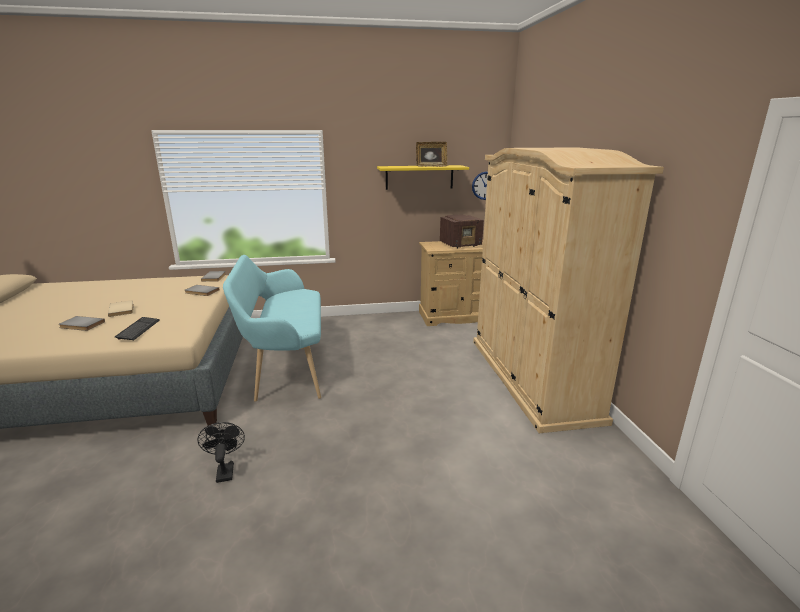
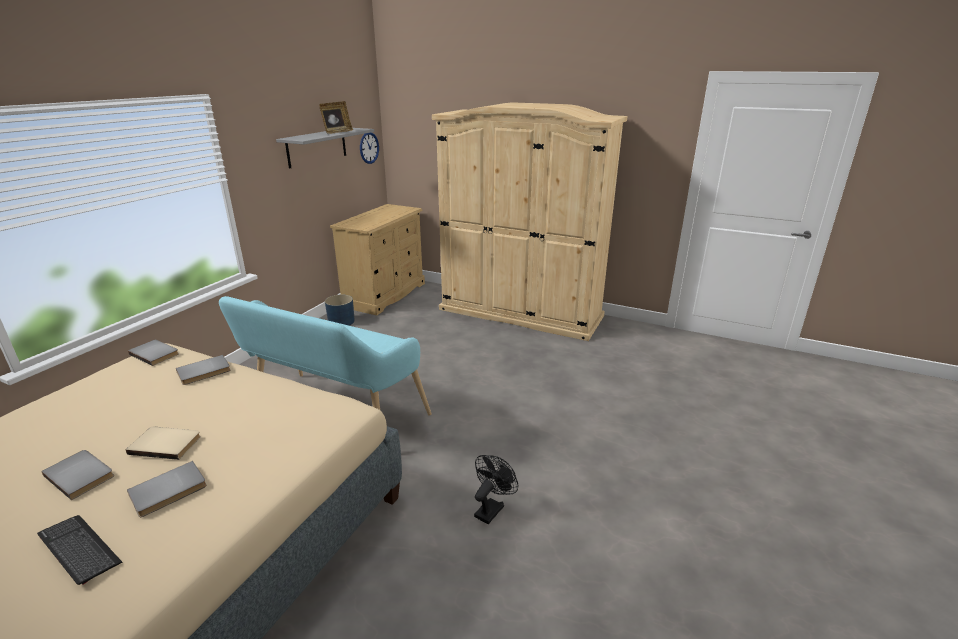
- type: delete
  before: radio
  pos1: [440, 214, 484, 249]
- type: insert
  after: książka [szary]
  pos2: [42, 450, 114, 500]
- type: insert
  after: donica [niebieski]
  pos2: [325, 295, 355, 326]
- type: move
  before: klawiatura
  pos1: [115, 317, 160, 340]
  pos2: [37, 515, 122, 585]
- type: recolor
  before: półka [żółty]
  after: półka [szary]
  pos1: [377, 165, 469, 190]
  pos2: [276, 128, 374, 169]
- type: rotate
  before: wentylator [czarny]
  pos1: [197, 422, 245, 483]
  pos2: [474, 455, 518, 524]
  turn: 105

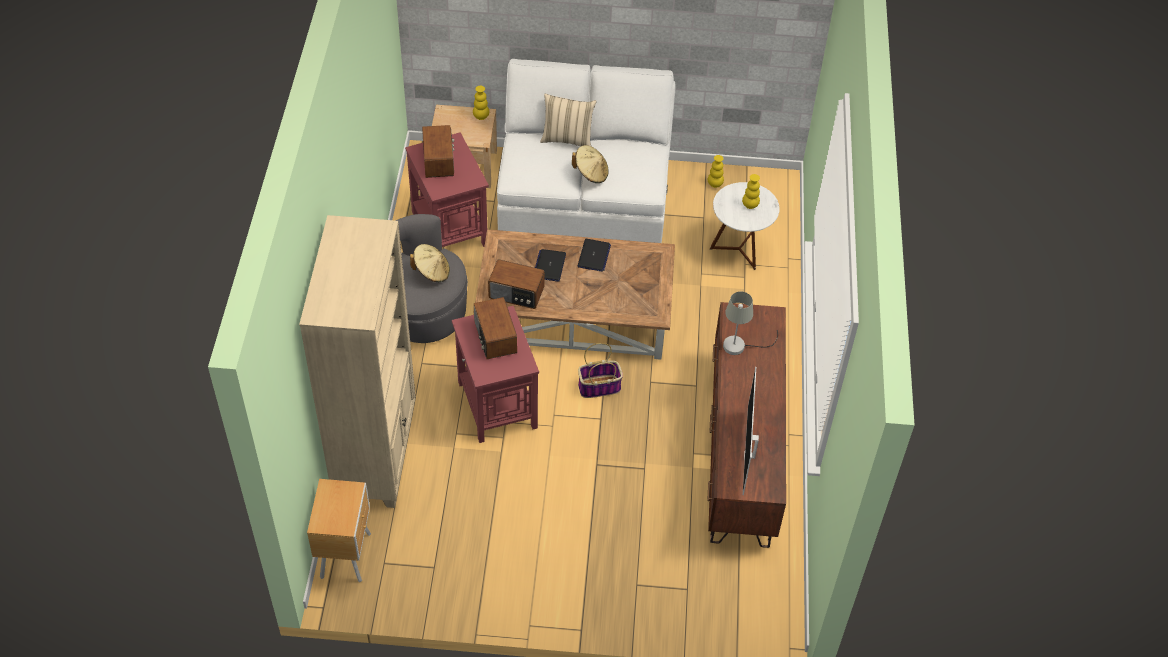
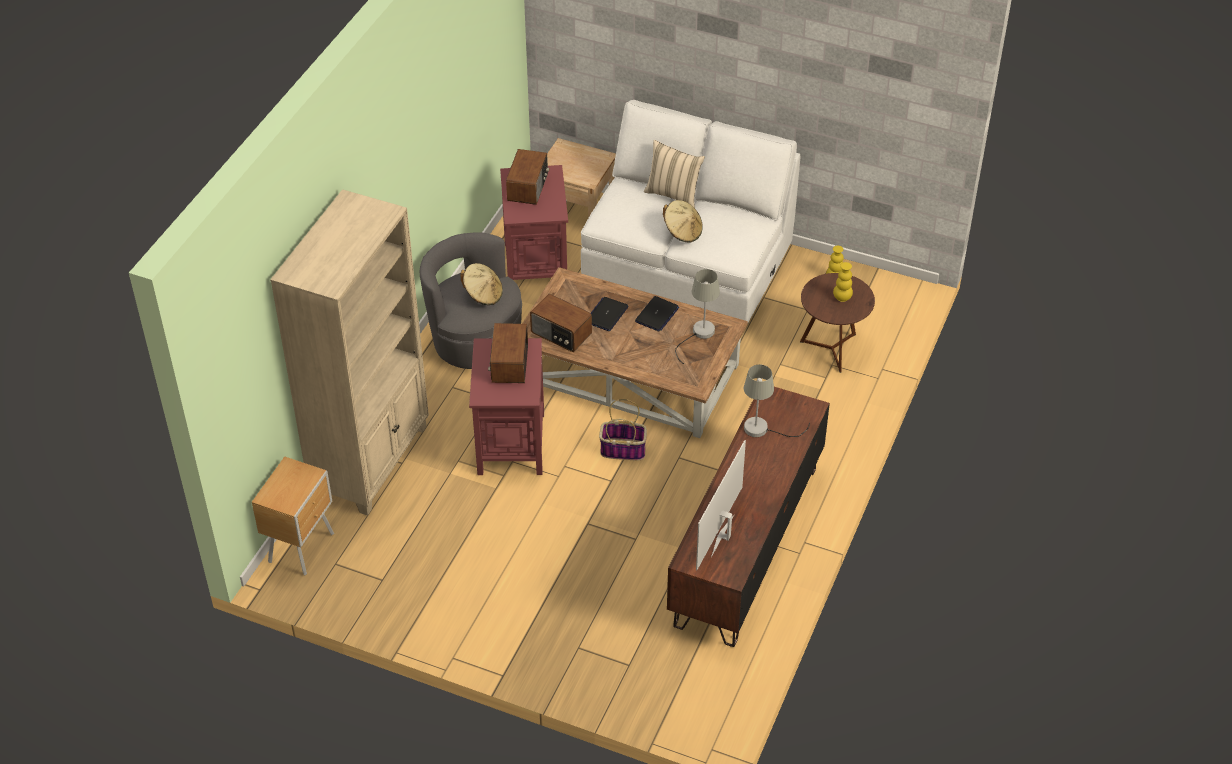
- type: delete
  before: wazon [żółty]
  pos1: [473, 86, 489, 120]
- type: insert
  after: lampa stołowa [szary]
  pos2: [675, 269, 720, 364]
- type: recolor
  before: stolik [biały]
  after: stolik [brązowy]
  pos1: [710, 182, 780, 270]
  pos2: [800, 273, 875, 373]

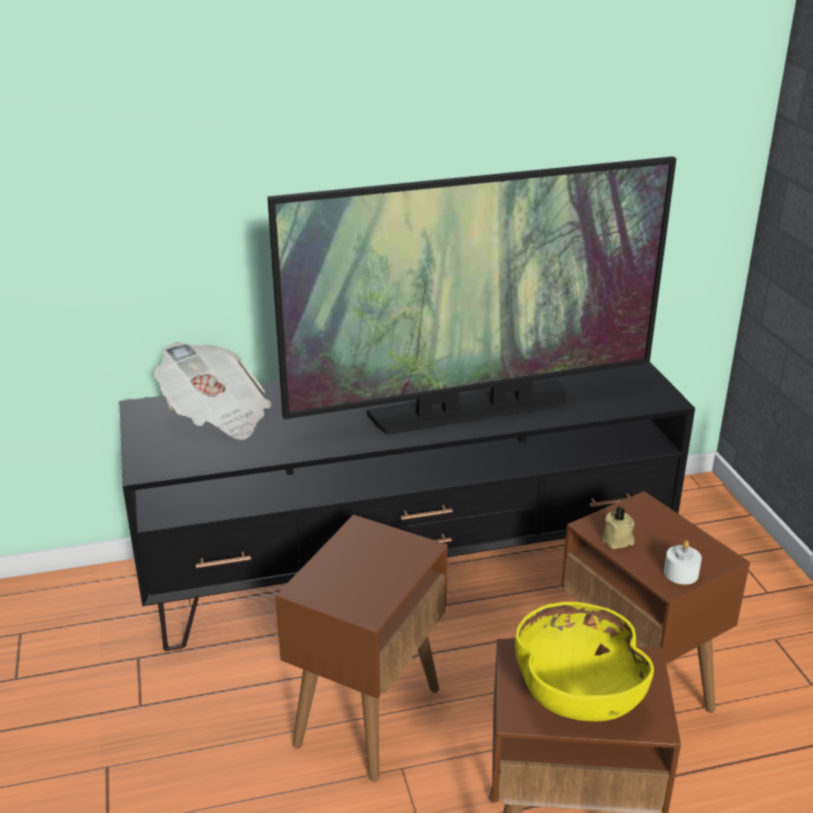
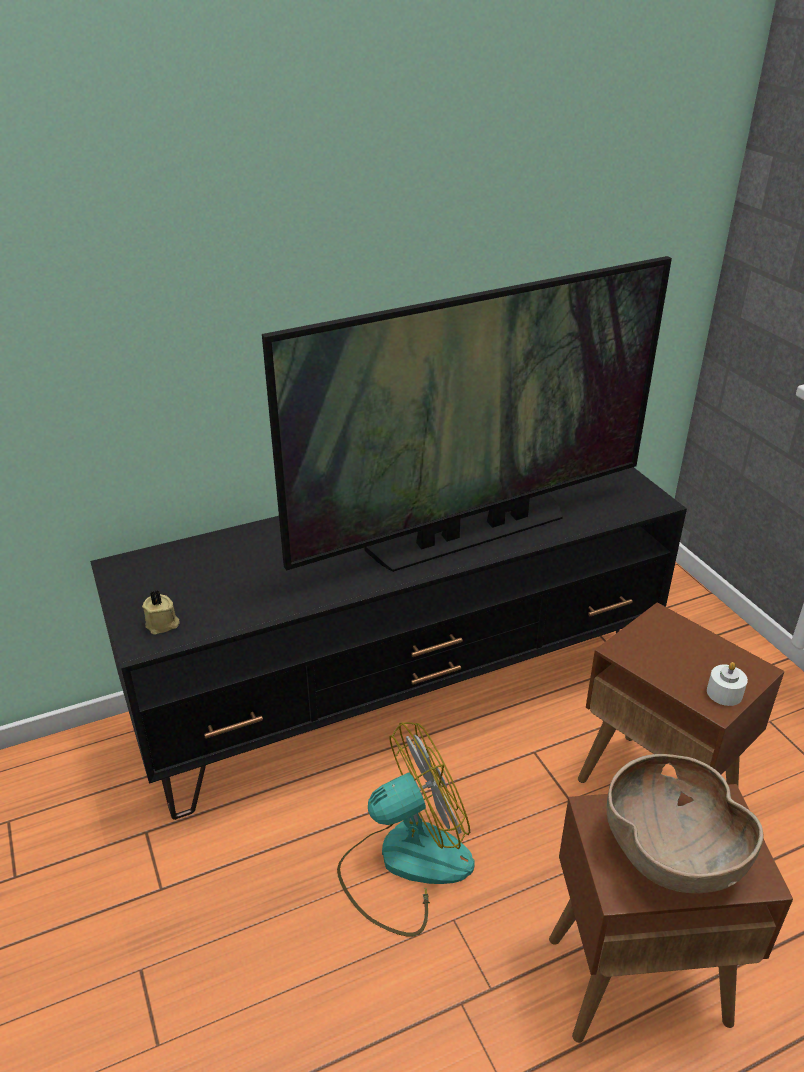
- type: delete
  before: gazeta
  pos1: [154, 342, 272, 440]
- type: move
  before: świeca [beżowy]
  pos1: [602, 506, 635, 549]
  pos2: [142, 590, 180, 635]
- type: replace
  before: stolik [brązowy]
  after: wentylator
  pos1: [275, 515, 448, 782]
  pos2: [337, 722, 474, 936]
- type: recolor
  before: miska [żółty]
  after: miska [brązowy]
  pos1: [515, 602, 654, 721]
  pos2: [607, 754, 764, 893]

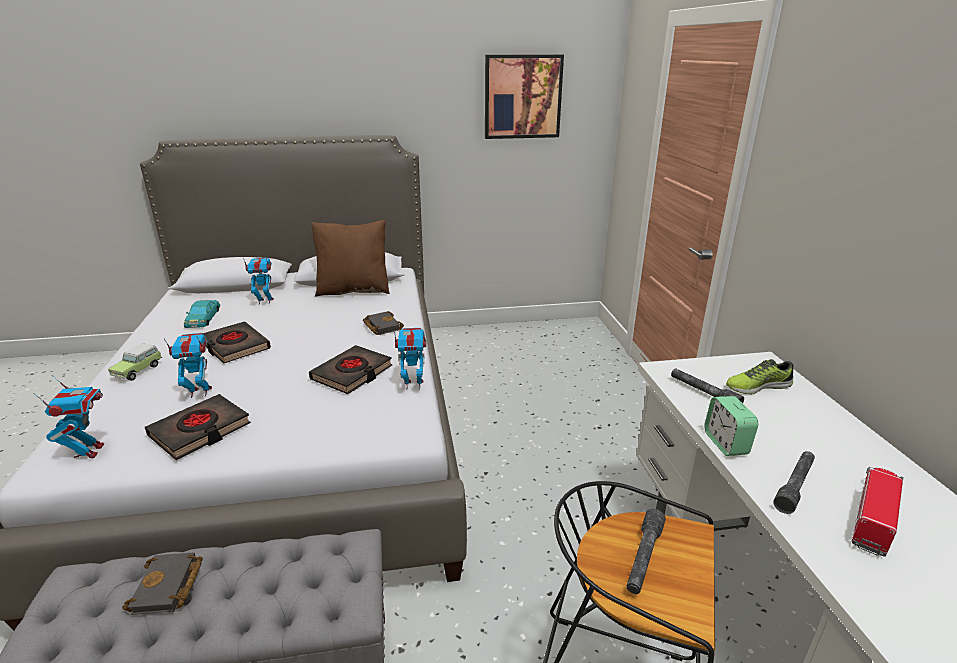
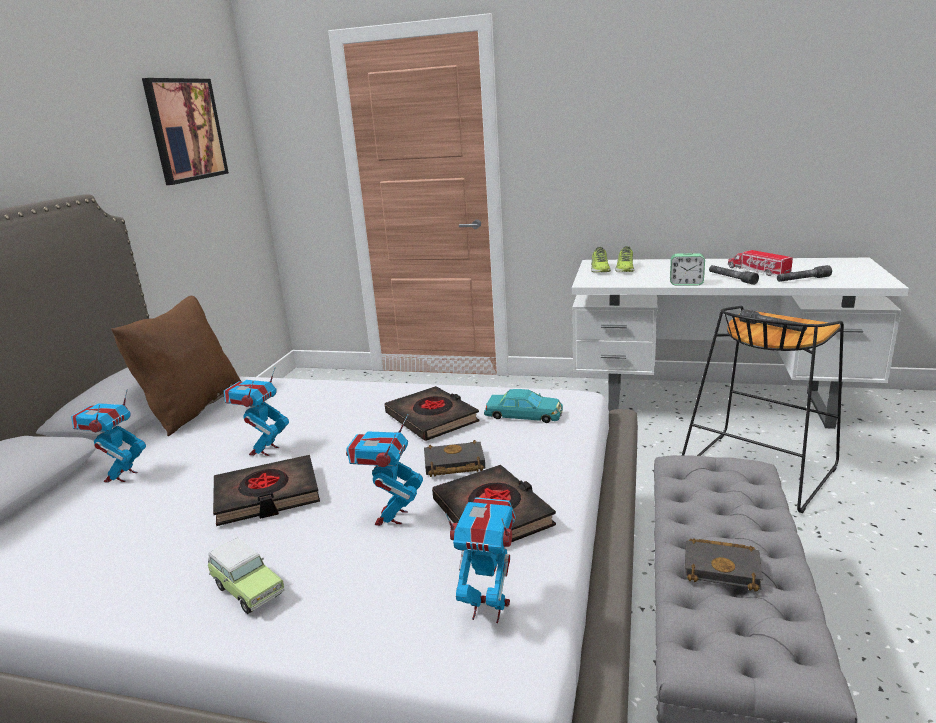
- type: insert
  after: but
  pos2: [591, 247, 611, 272]
- type: move
  before: samochodzik [turkusowy]
  pos1: [184, 300, 220, 328]
  pos2: [484, 389, 563, 423]
- type: move
  before: książka [czarny]
  pos1: [363, 311, 404, 335]
  pos2: [424, 440, 485, 477]
- type: move
  before: robot zabawkowy
  pos1: [394, 328, 426, 390]
  pos2: [224, 367, 289, 456]
- type: move
  before: latarka [szary]
  pos1: [671, 368, 744, 403]
  pos2: [777, 265, 832, 282]

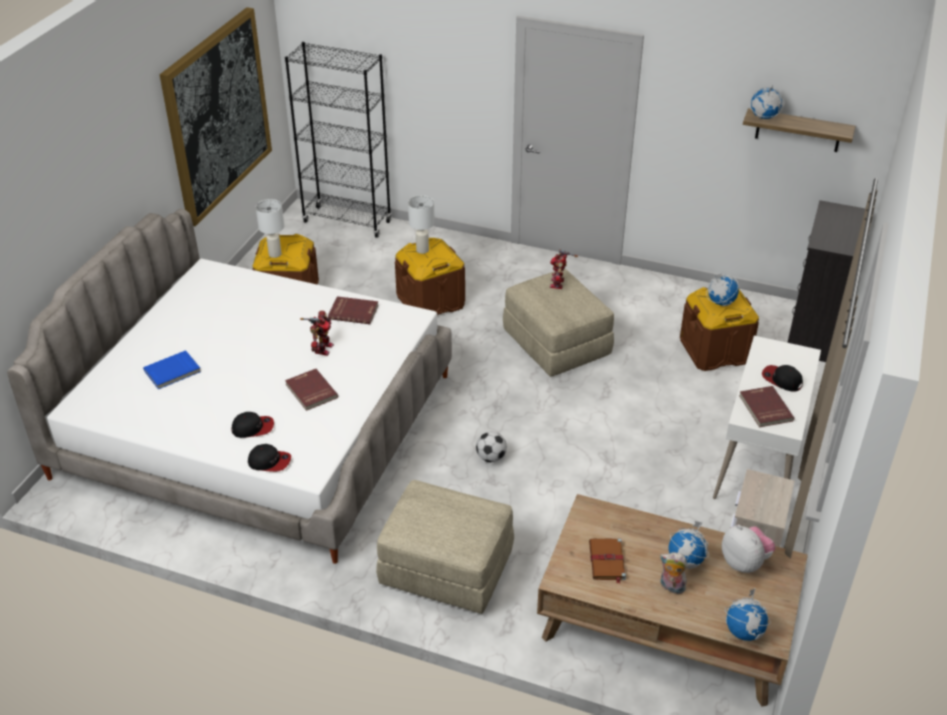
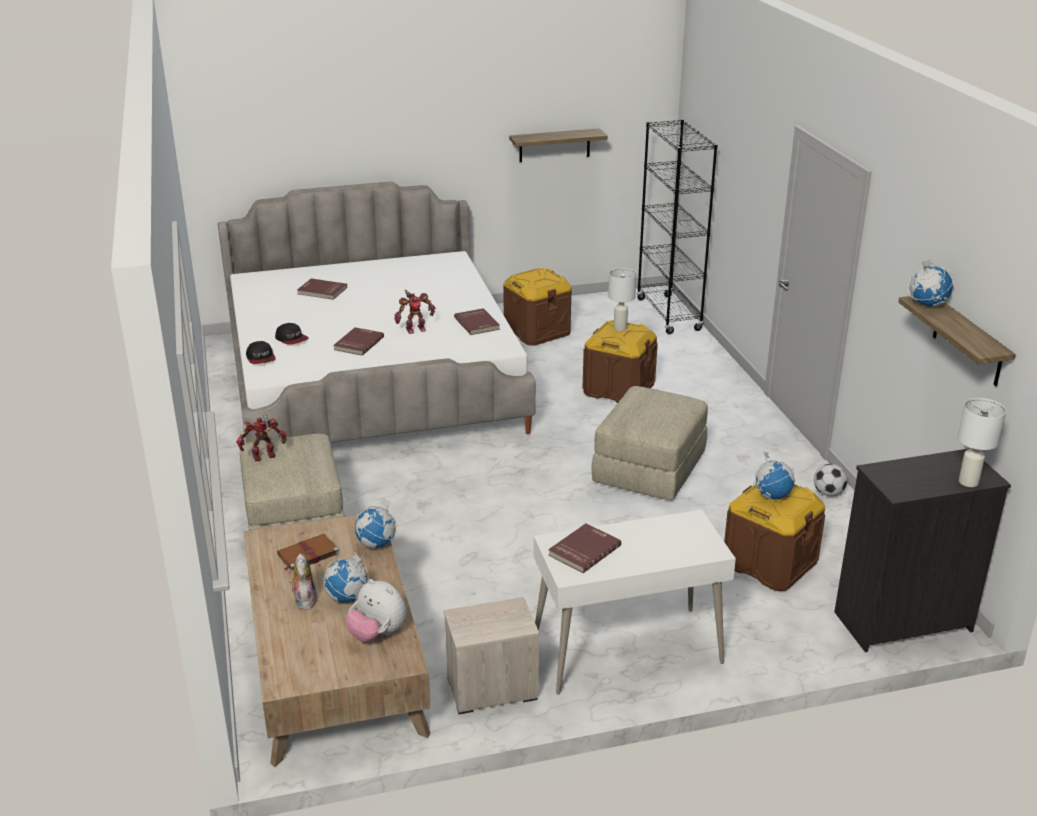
- type: delete
  before: czapka z daszkiem
  pos1: [762, 365, 803, 392]
- type: move
  before: lampa stołowa [biały]
  pos1: [256, 199, 284, 258]
  pos2: [957, 398, 1006, 487]
- type: move
  before: piłka futbolowa
  pos1: [476, 431, 507, 462]
  pos2: [814, 464, 847, 496]
- type: move
  before: robot zabawkowy
  pos1: [550, 250, 578, 289]
  pos2: [236, 414, 287, 462]
- type: move
  before: globus
  pos1: [725, 588, 771, 641]
  pos2: [355, 498, 397, 549]
- type: replace
  before: obraz
  after: półka
  pos1: [160, 7, 272, 226]
  pos2: [509, 128, 608, 162]
- type: recolor
  before: książka [niebieski]
  after: książka [czerwony]
  pos1: [143, 350, 201, 389]
  pos2: [297, 278, 347, 300]
- type: rotate
  before: pluszak
  pos1: [722, 525, 775, 573]
  pos2: [345, 579, 407, 642]
  turn: 105

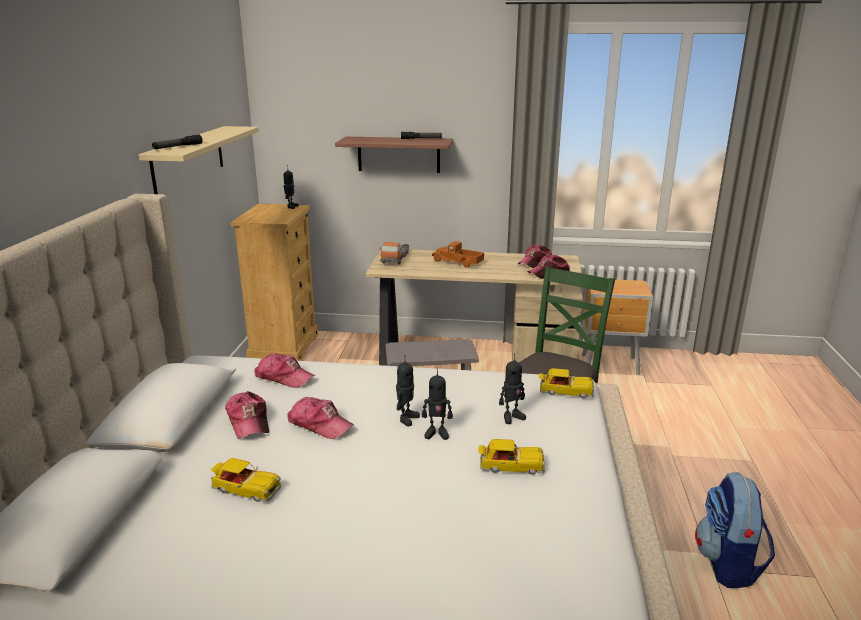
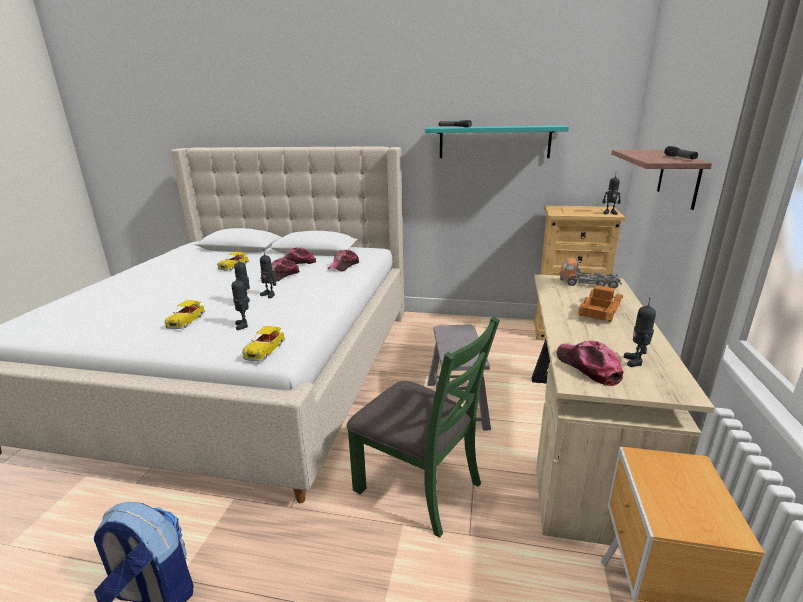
- type: replace
  before: czapka z daszkiem
  after: robot zabawkowy
  pos1: [518, 245, 552, 268]
  pos2: [624, 298, 656, 367]
- type: recolor
  before: półka [beżowy]
  after: półka [turkusowy]
  pos1: [139, 126, 259, 194]
  pos2: [425, 126, 569, 158]

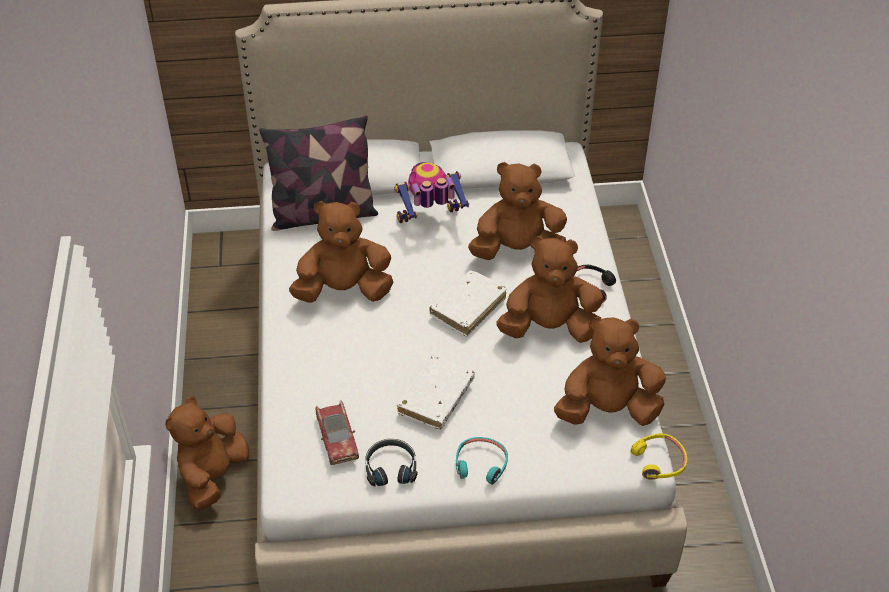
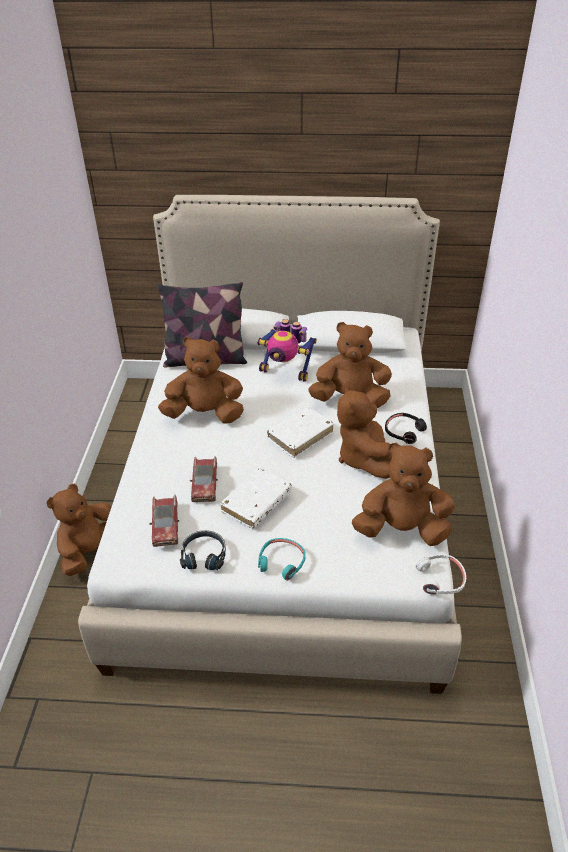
- type: insert
  after: samochodzik
  pos2: [190, 456, 218, 502]
- type: recolor
  before: słuchawki [żółty]
  after: słuchawki [biały]
  pos1: [630, 433, 687, 480]
  pos2: [416, 554, 466, 595]
- type: rotate
  before: robot zabawkowy
  pos1: [394, 162, 469, 223]
  pos2: [257, 319, 317, 382]
  turn: -150
- type: rotate
  before: pluszak [brązowy]
  pos1: [497, 236, 603, 343]
  pos2: [337, 385, 391, 479]
  turn: -105

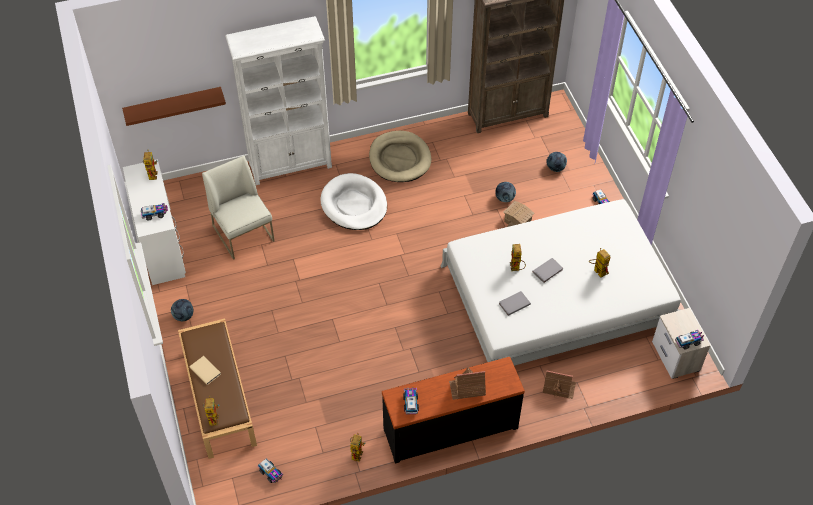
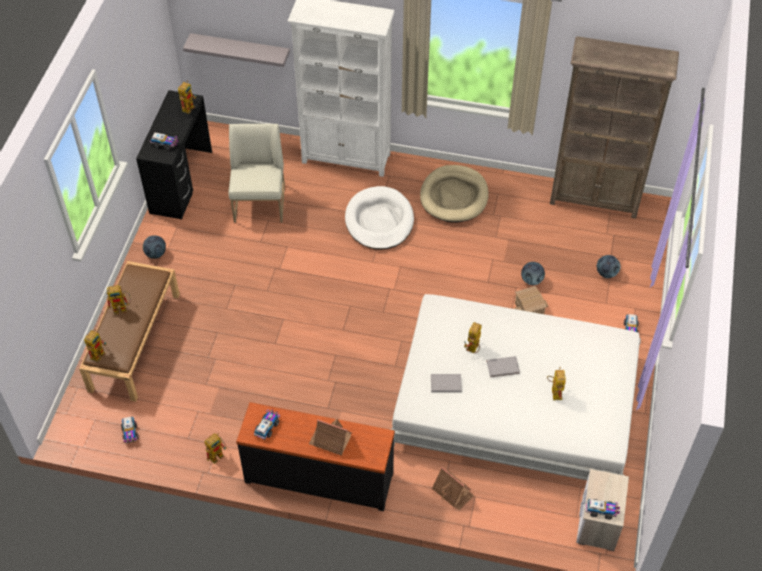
- type: replace
  before: książka [beżowy]
  after: robot zabawkowy
  pos1: [190, 356, 221, 385]
  pos2: [107, 285, 131, 314]
- type: recolor
  before: półka [brązowy]
  after: półka [szary]
  pos1: [122, 87, 226, 126]
  pos2: [183, 33, 290, 67]
- type: recolor
  before: biurko [biały]
  after: biurko [czarny]
  pos1: [123, 159, 186, 285]
  pos2: [136, 90, 212, 219]

